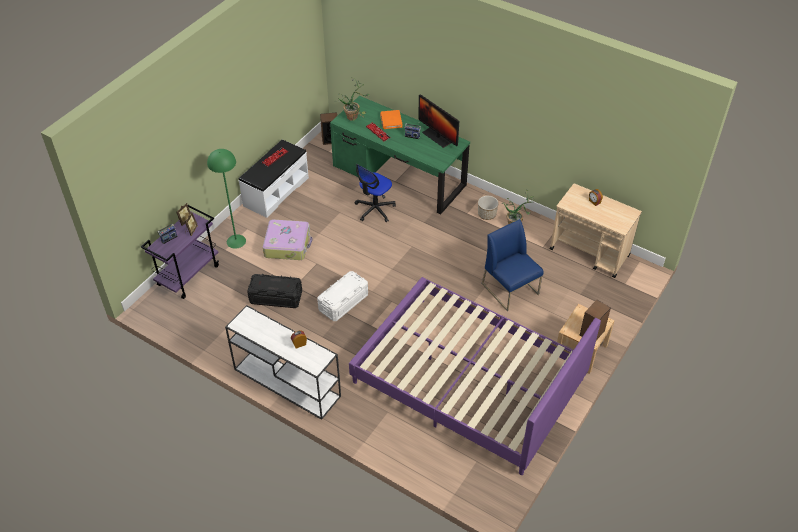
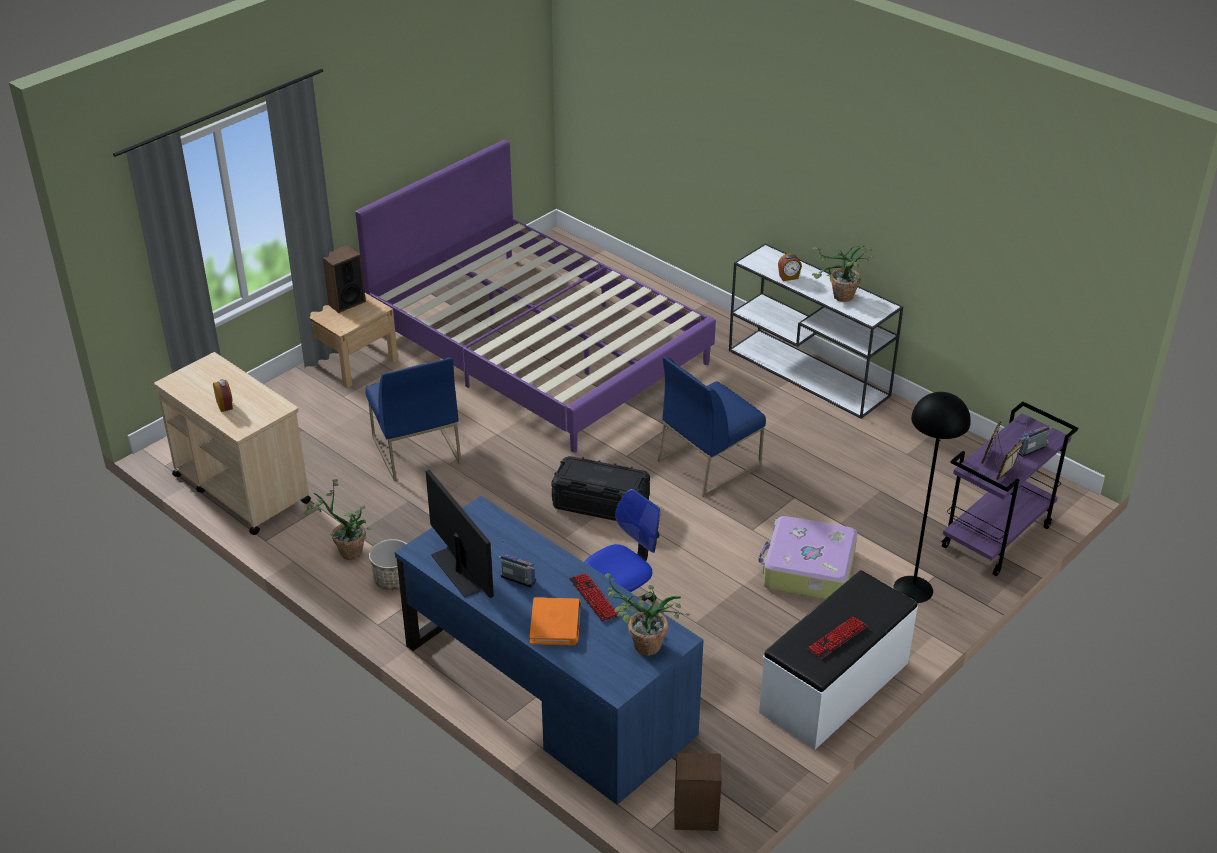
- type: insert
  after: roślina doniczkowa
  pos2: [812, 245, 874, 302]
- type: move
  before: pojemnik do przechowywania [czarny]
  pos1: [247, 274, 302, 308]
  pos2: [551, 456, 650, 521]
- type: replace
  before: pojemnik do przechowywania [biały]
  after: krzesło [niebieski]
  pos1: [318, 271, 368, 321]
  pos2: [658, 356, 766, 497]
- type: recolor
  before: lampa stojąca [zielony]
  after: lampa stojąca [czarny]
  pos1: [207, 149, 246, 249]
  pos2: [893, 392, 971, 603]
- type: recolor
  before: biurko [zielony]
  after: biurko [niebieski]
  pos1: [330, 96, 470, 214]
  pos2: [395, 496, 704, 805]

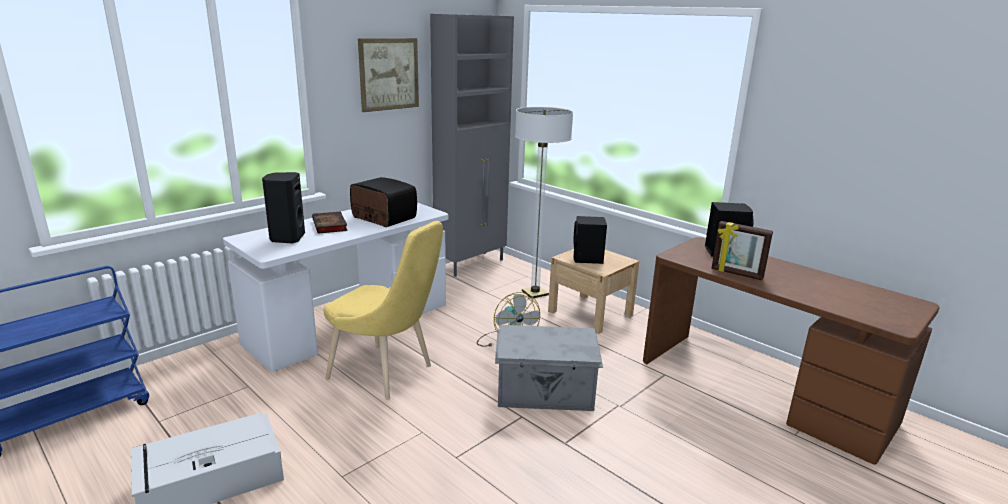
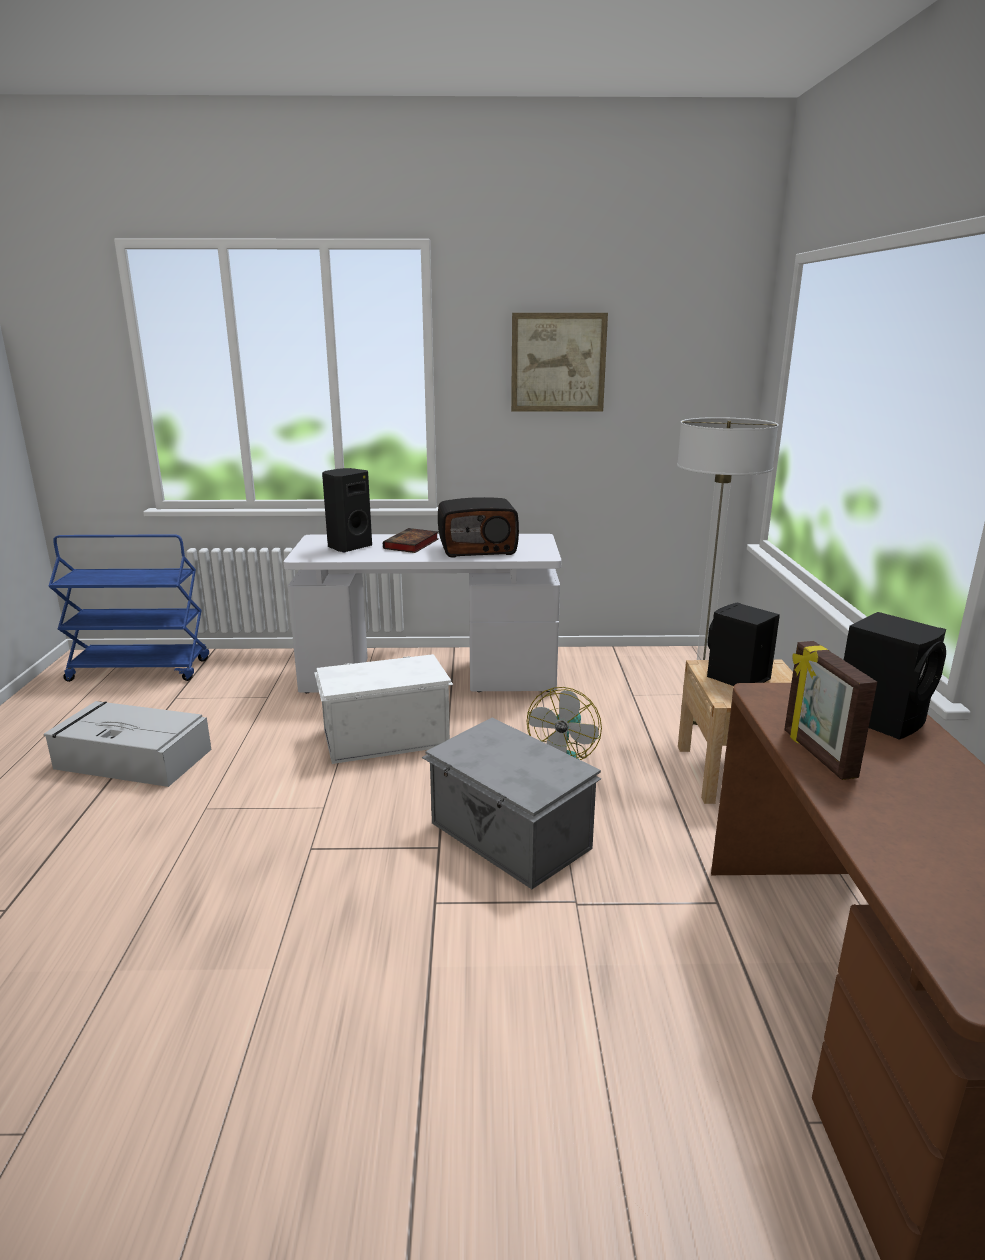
- type: delete
  before: szafka [szary]
  pos1: [430, 14, 514, 277]
- type: replace
  before: krzesło [żółty]
  after: pojemnik do przechowywania [biały]
  pos1: [324, 221, 443, 400]
  pos2: [314, 654, 453, 764]
- type: rotate
  before: radio
  pos1: [350, 177, 417, 227]
  pos2: [438, 497, 519, 558]
  turn: 90

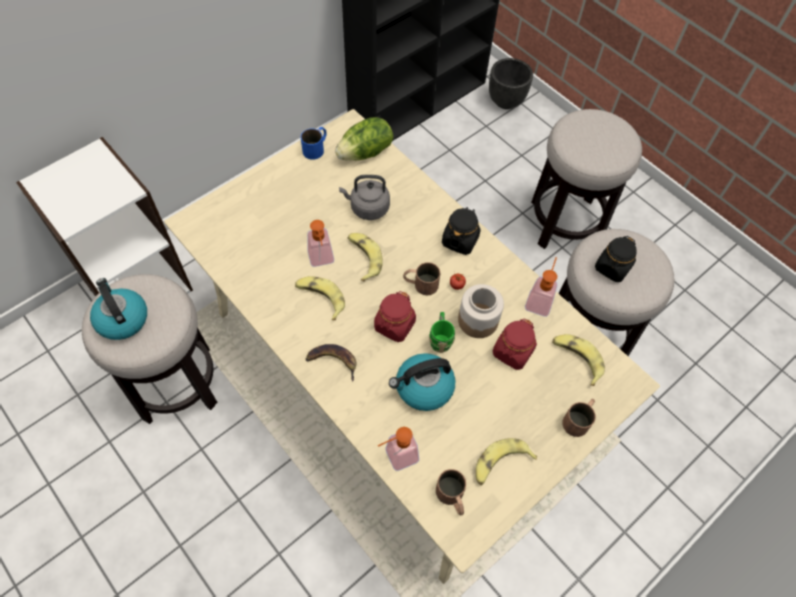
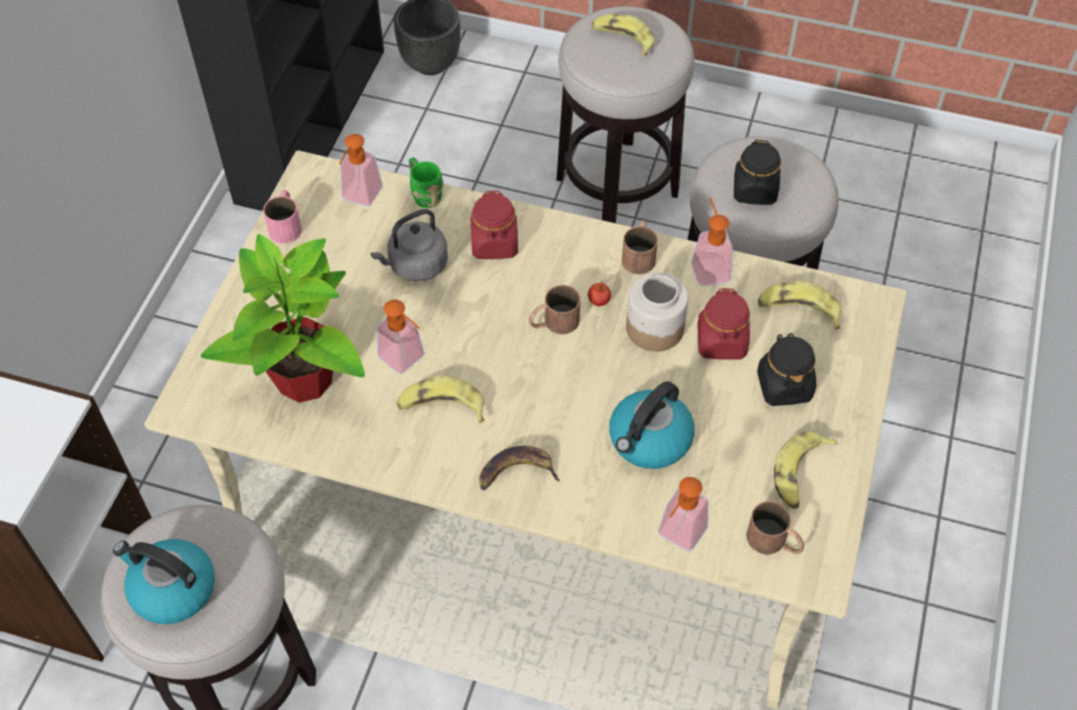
- type: insert
  after: roślina doniczkowa
  pos2: [200, 234, 365, 403]
- type: move
  before: banan
  pos1: [348, 233, 383, 281]
  pos2: [592, 14, 655, 56]
- type: move
  before: słoik [czerwony]
  pos1: [374, 291, 416, 342]
  pos2: [471, 191, 518, 259]
- type: move
  before: kubek [zielony]
  pos1: [429, 312, 455, 353]
  pos2: [409, 157, 444, 208]
- type: move
  before: słoik [czarny]
  pos1: [442, 207, 481, 255]
  pos2: [757, 333, 816, 406]
- type: move
  before: kubek [brązowy]
  pos1: [562, 399, 596, 437]
  pos2: [622, 220, 658, 275]
- type: replace
  before: sałata
  after: dozownik mydła
  pos1: [335, 117, 393, 160]
  pos2: [339, 134, 383, 206]
- type: recolor
  before: kubek [niebieski]
  after: kubek [różowy]
  pos1: [301, 127, 327, 160]
  pos2: [263, 190, 302, 243]

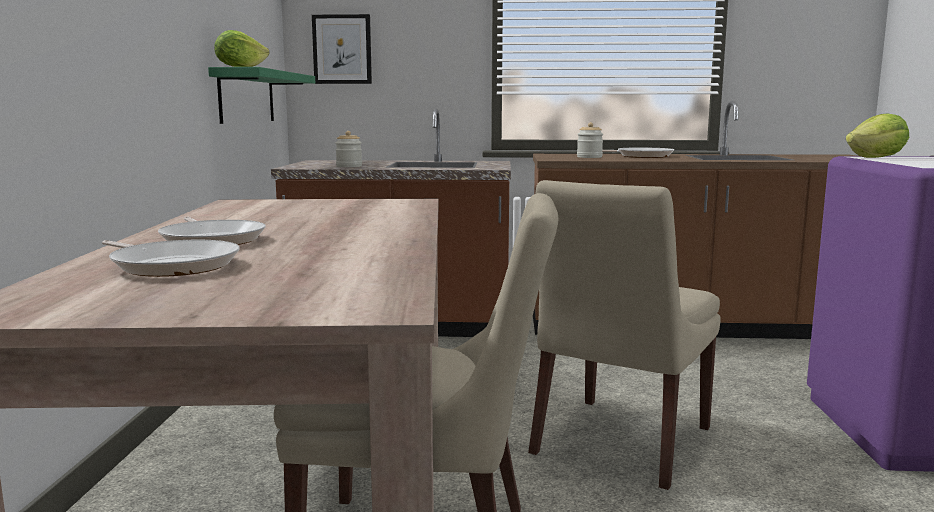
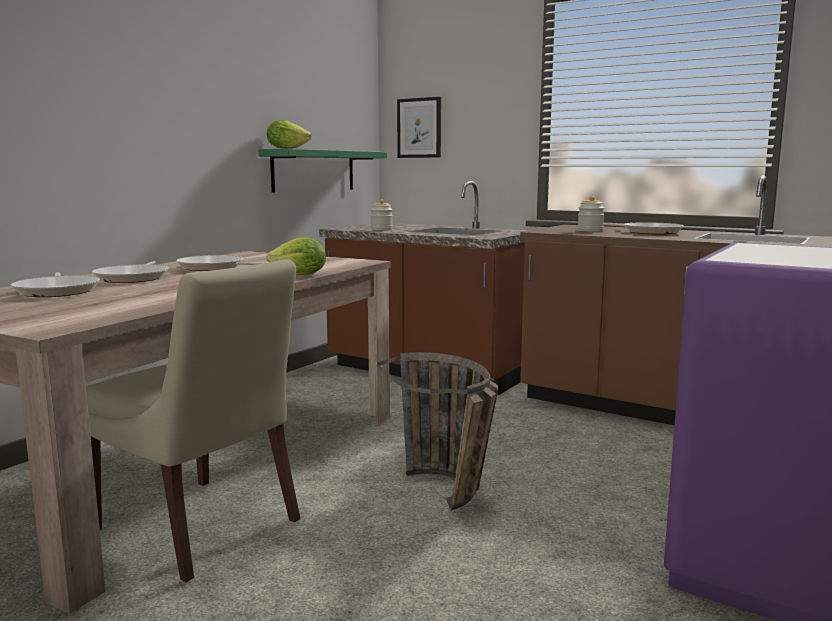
- type: insert
  after: patelnia
  pos2: [176, 255, 263, 271]
- type: move
  before: sałata
  pos1: [846, 113, 909, 158]
  pos2: [266, 237, 326, 275]
- type: replace
  before: krzesło [beżowy]
  after: koszyk
  pos1: [528, 180, 721, 490]
  pos2: [377, 352, 498, 511]

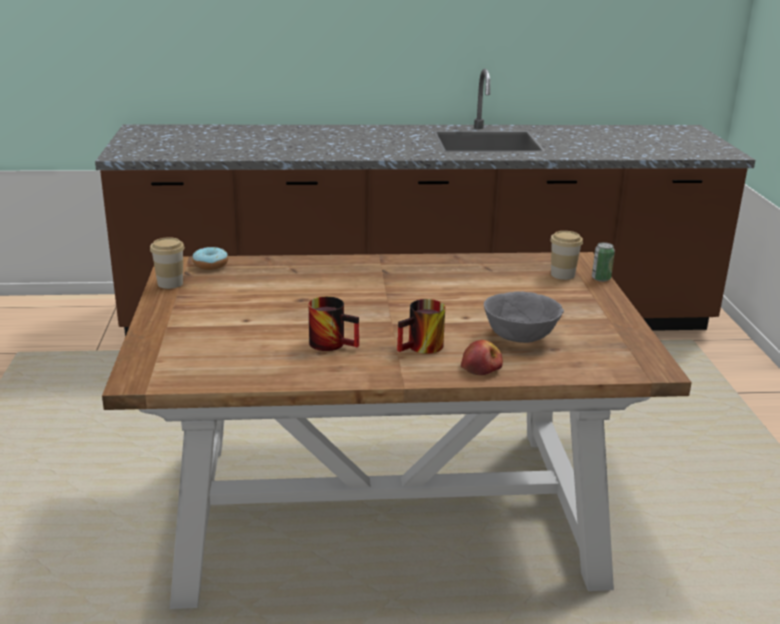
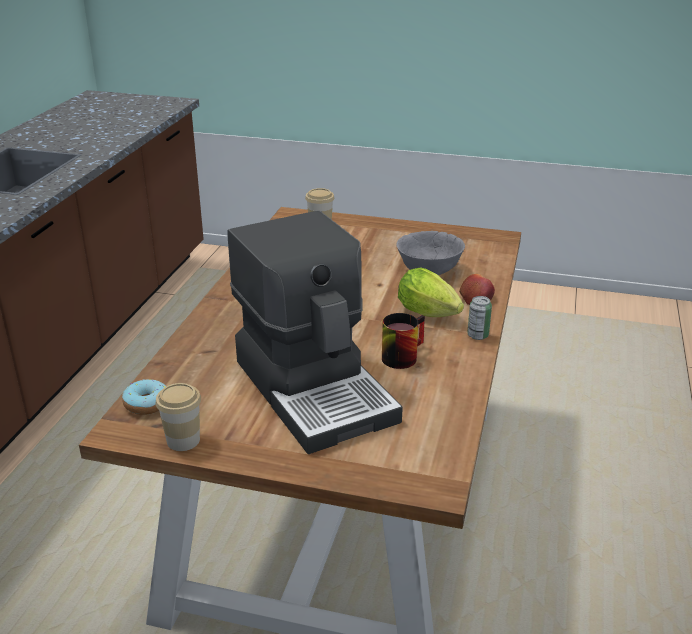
- type: insert
  after: ekspres do kawy
  pos2: [227, 211, 403, 454]
- type: move
  before: puszka
  pos1: [592, 242, 615, 282]
  pos2: [467, 296, 492, 340]
- type: replace
  before: kubek
  after: sałata
  pos1: [397, 299, 445, 354]
  pos2: [398, 268, 464, 317]

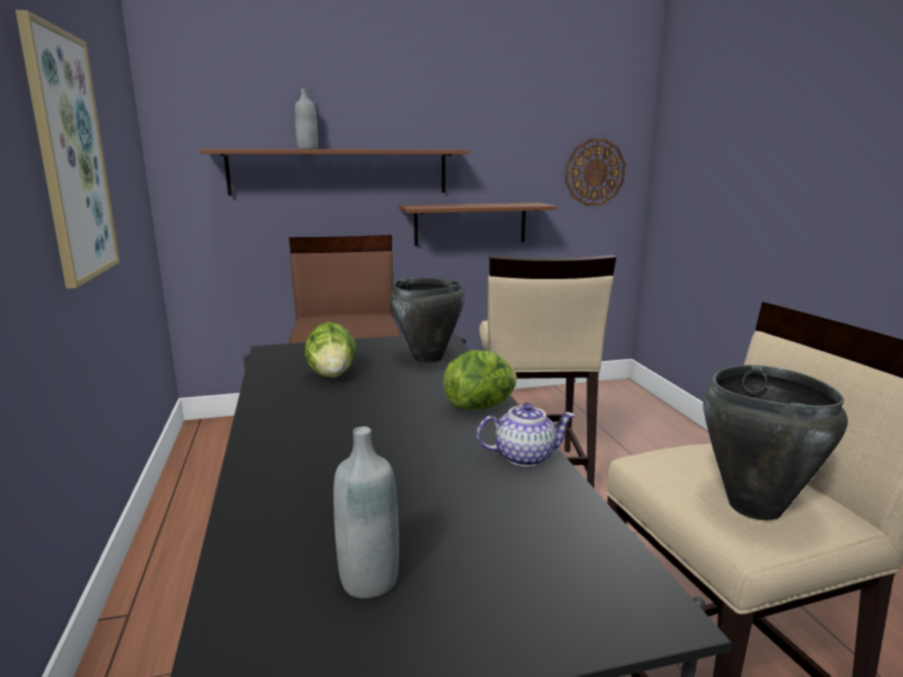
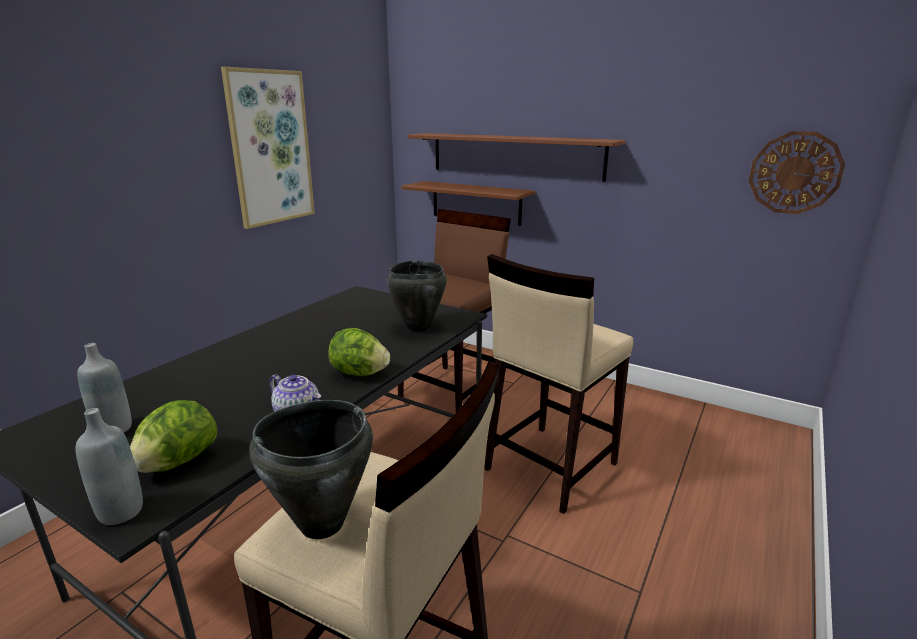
- type: move
  before: butelka [szary]
  pos1: [295, 89, 318, 149]
  pos2: [76, 408, 143, 525]
- type: move
  before: sałata
  pos1: [304, 322, 357, 378]
  pos2: [130, 400, 217, 473]
- type: move
  before: półka [brązowy]
  pos1: [399, 203, 557, 246]
  pos2: [401, 181, 535, 226]

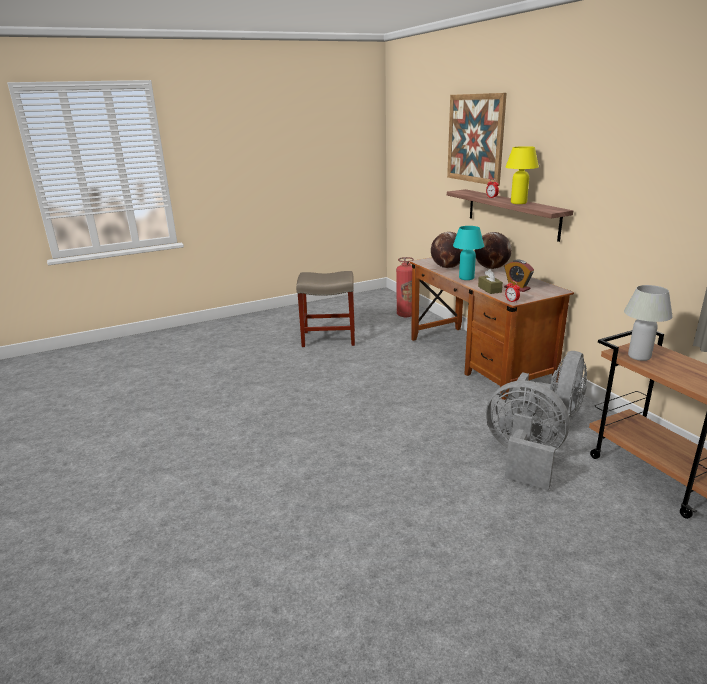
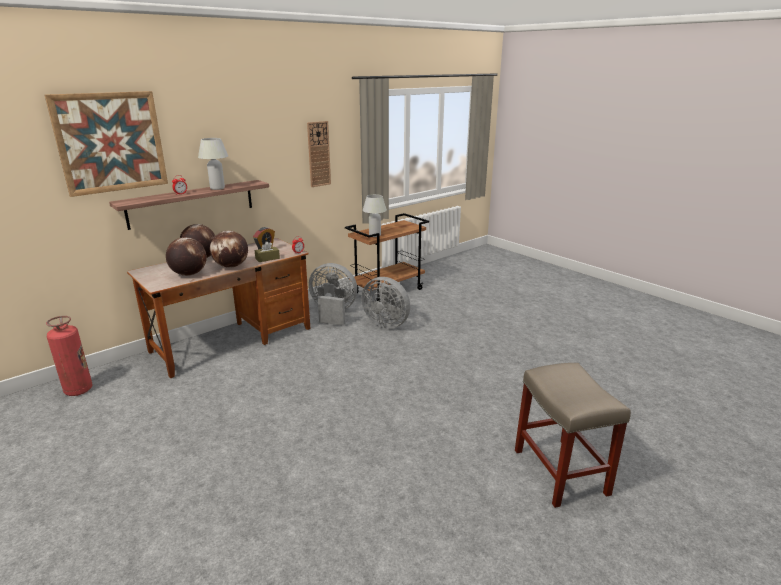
- type: insert
  after: zegar ścienny
  pos2: [307, 121, 331, 187]
- type: move
  before: stołek [beżowy]
  pos1: [296, 271, 355, 347]
  pos2: [515, 363, 631, 508]
- type: replace
  before: lampa stołowa [turkusowy]
  after: globus
  pos1: [453, 226, 484, 280]
  pos2: [210, 231, 248, 268]
- type: recolor
  before: lampa stołowa [żółty]
  after: lampa stołowa [biały]
  pos1: [505, 146, 539, 204]
  pos2: [198, 138, 228, 190]
- type: rotate
  before: wentylator [szary]
  pos1: [486, 380, 570, 491]
  pos2: [361, 277, 410, 328]
  turn: -75

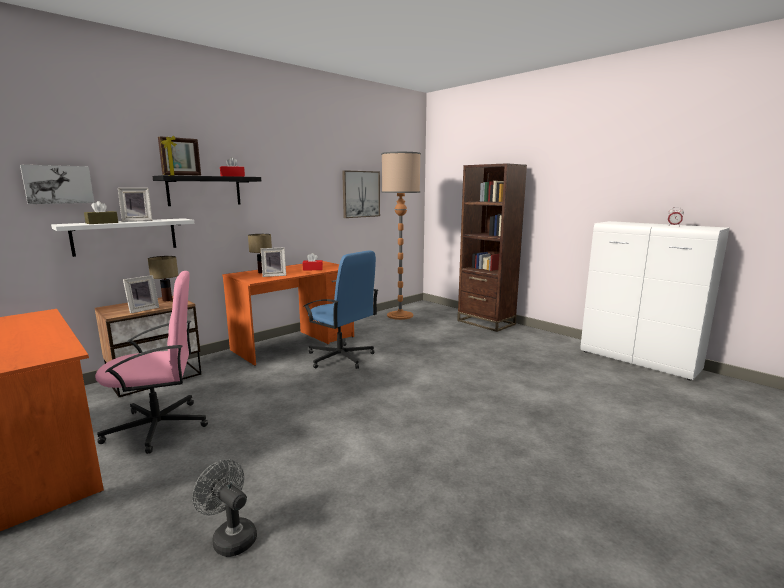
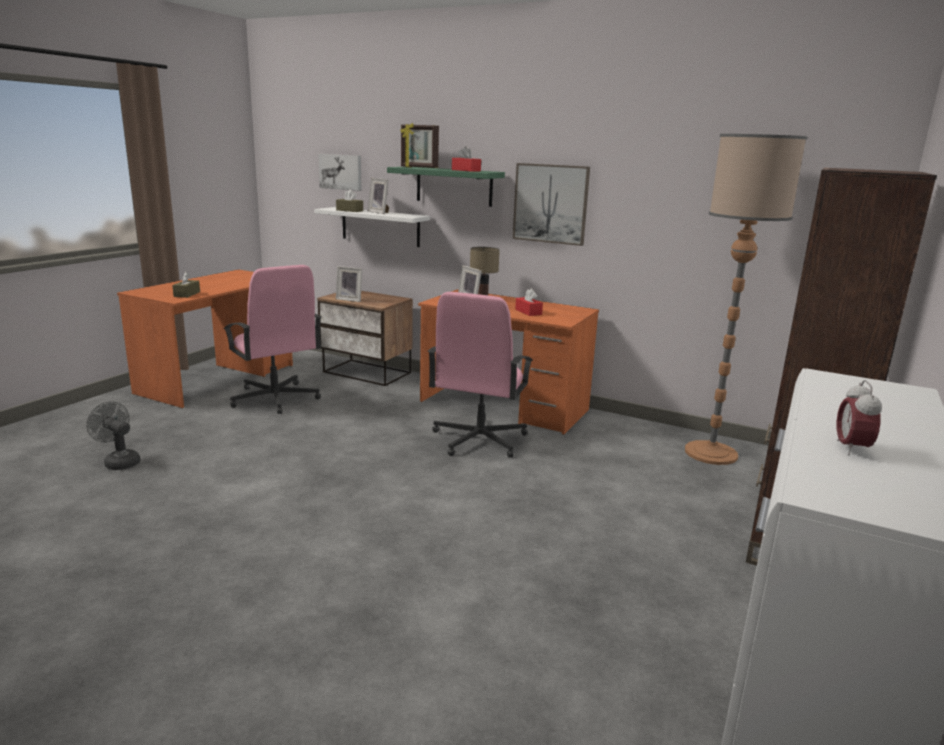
- type: delete
  before: lampa stołowa
  pos1: [148, 256, 178, 301]
- type: insert
  after: pudełko chusteczek [brązowy]
  pos2: [172, 272, 200, 298]
- type: move
  before: obraz
  pos1: [342, 170, 380, 218]
  pos2: [513, 163, 590, 246]
- type: recolor
  before: półka [czarny]
  after: półka [zielony]
  pos1: [152, 175, 261, 206]
  pos2: [387, 167, 505, 207]
- type: recolor
  before: krzesło biurowe [niebieski]
  after: krzesło biurowe [różowy]
  pos1: [304, 250, 378, 369]
  pos2: [428, 292, 533, 458]
- type: rotate
  before: wentylator [szary]
  pos1: [192, 459, 257, 557]
  pos2: [86, 401, 140, 470]
  turn: -75

